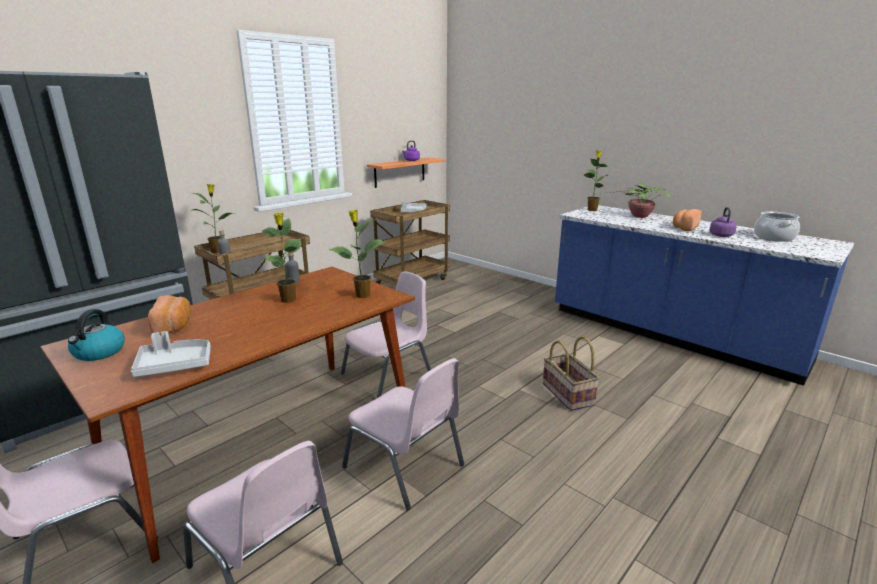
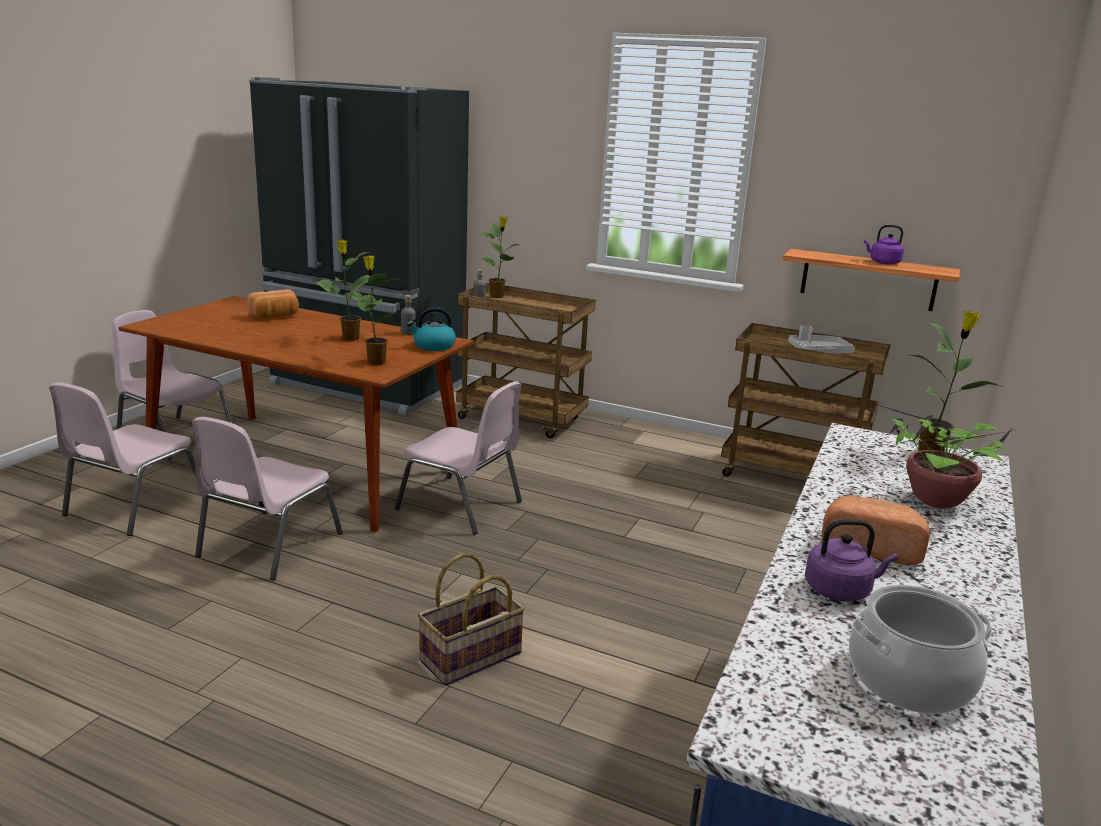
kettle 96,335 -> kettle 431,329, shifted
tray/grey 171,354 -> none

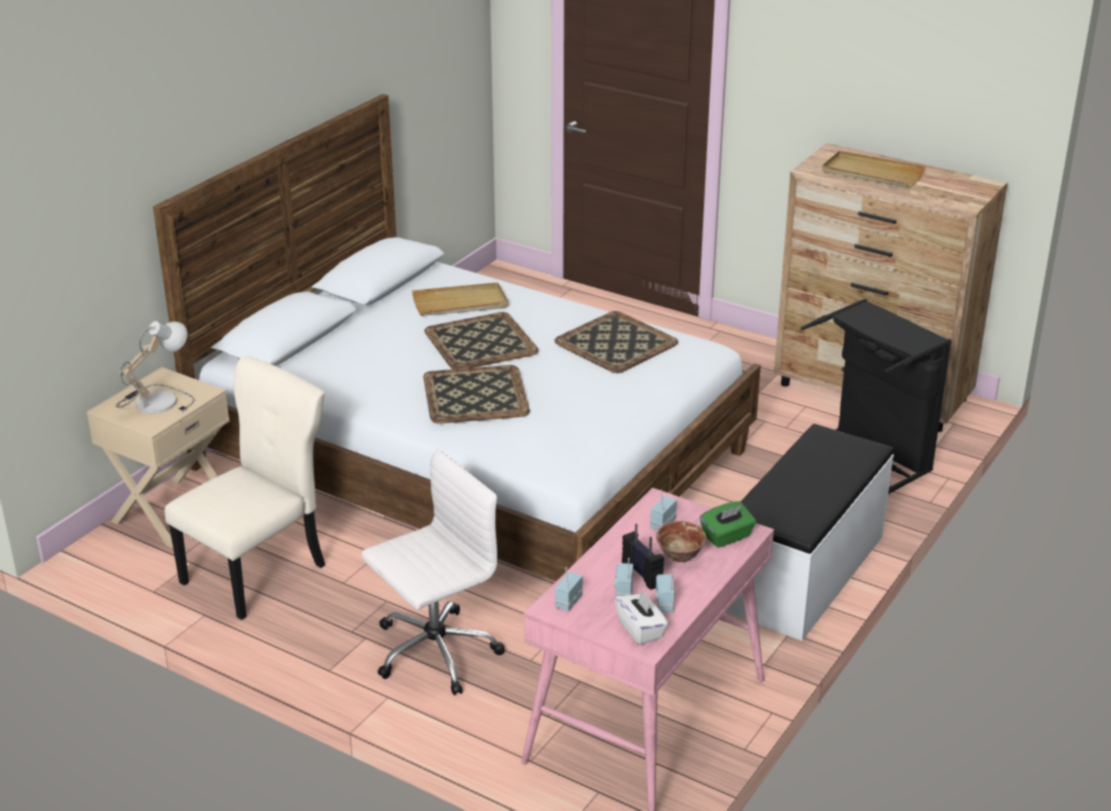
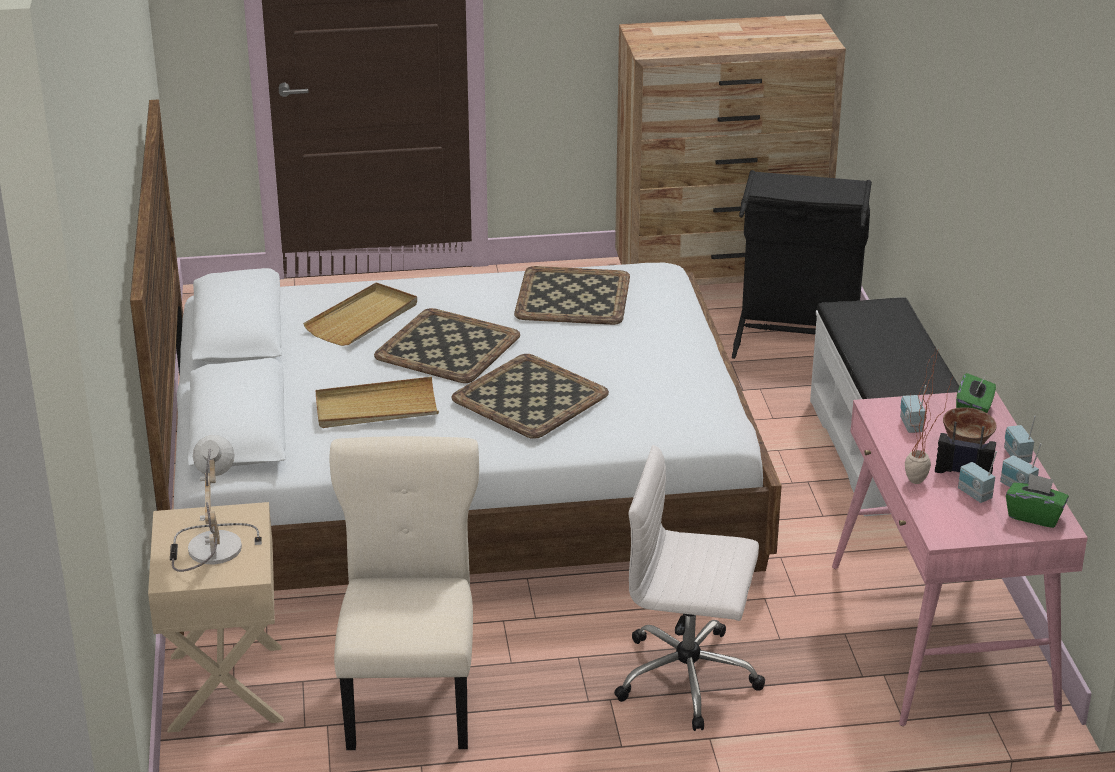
tray/beige 874,169 -> tray/beige 377,402, shifted
office chair/white 433,572 -> office chair/white 689,588, 90 degrees counterclockwise
radio 569,589 -> radio 1020,439, shifted
tissue box/white 641,617 -> tissue box/green 1037,500
none -> potted plant 929,415

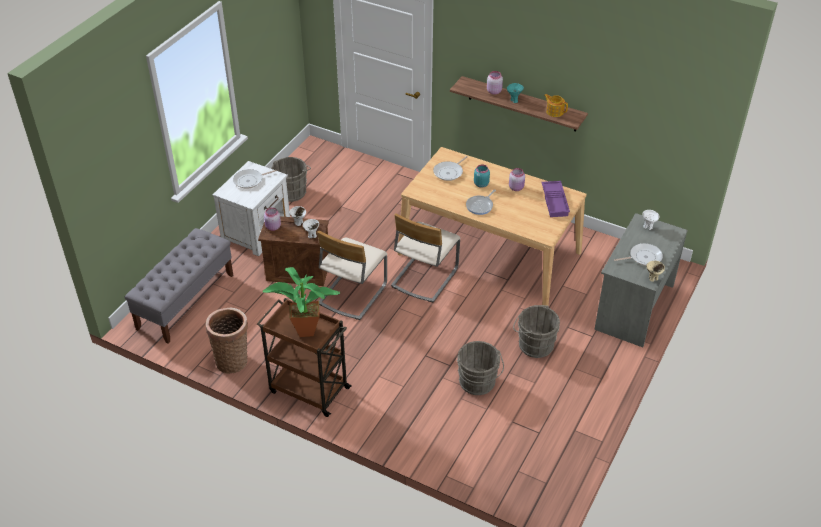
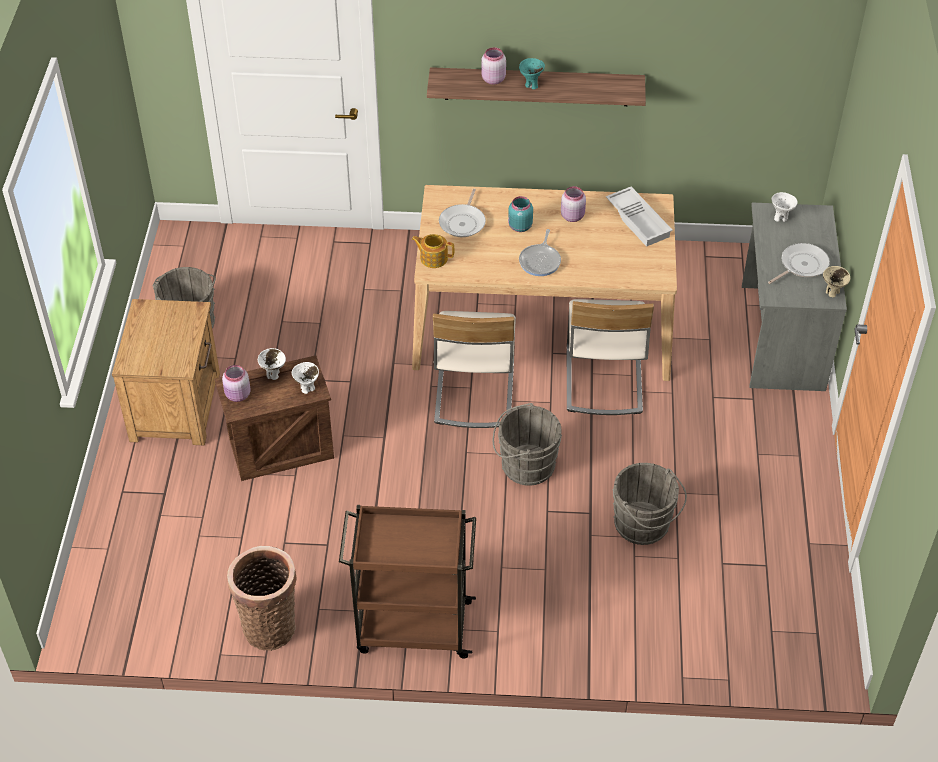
teapot 556,105 -> teapot 432,251, shifted
nightstand/white 251,208 -> nightstand/brown 166,372
frying pan 255,179 -> none
tray/purple 555,199 -> tray/white 639,217
bench/grey 179,286 -> none
chair/beige 352,275 -> chair/beige 610,357, shifted
potted plant 301,302 -> none
bucket/grey 536,331 -> bucket/grey 527,444, shifted

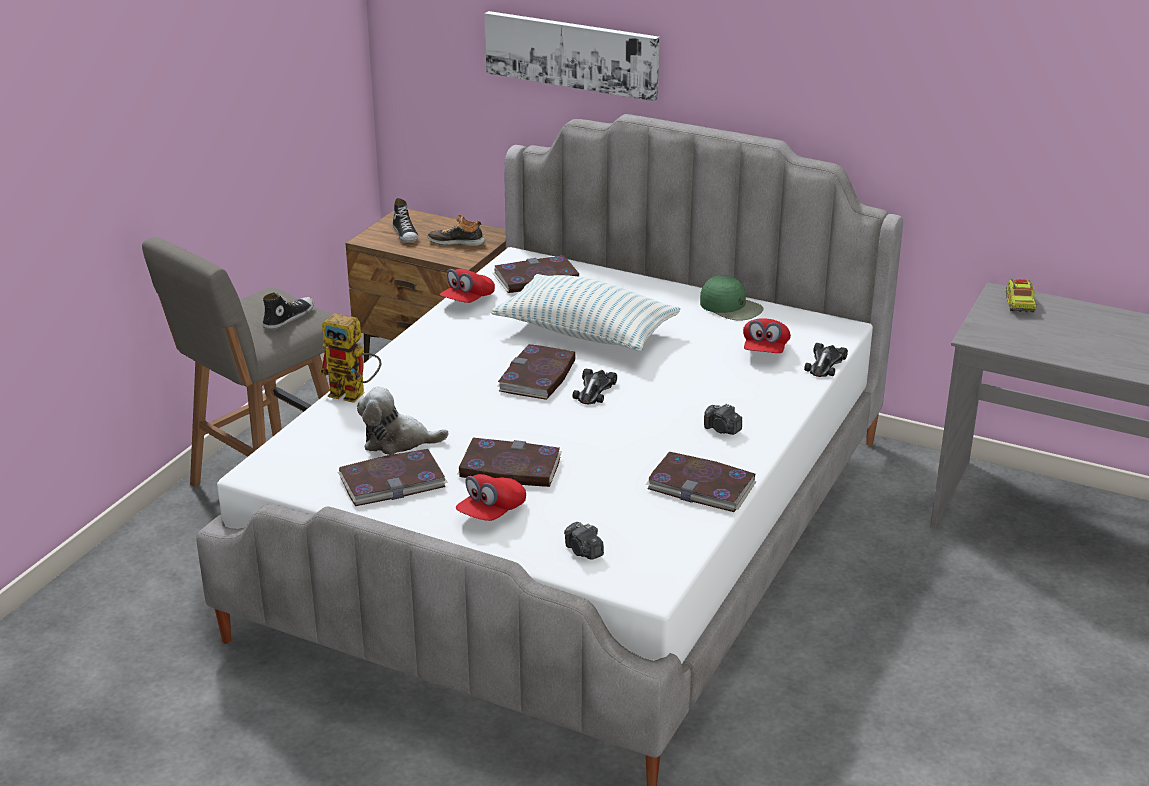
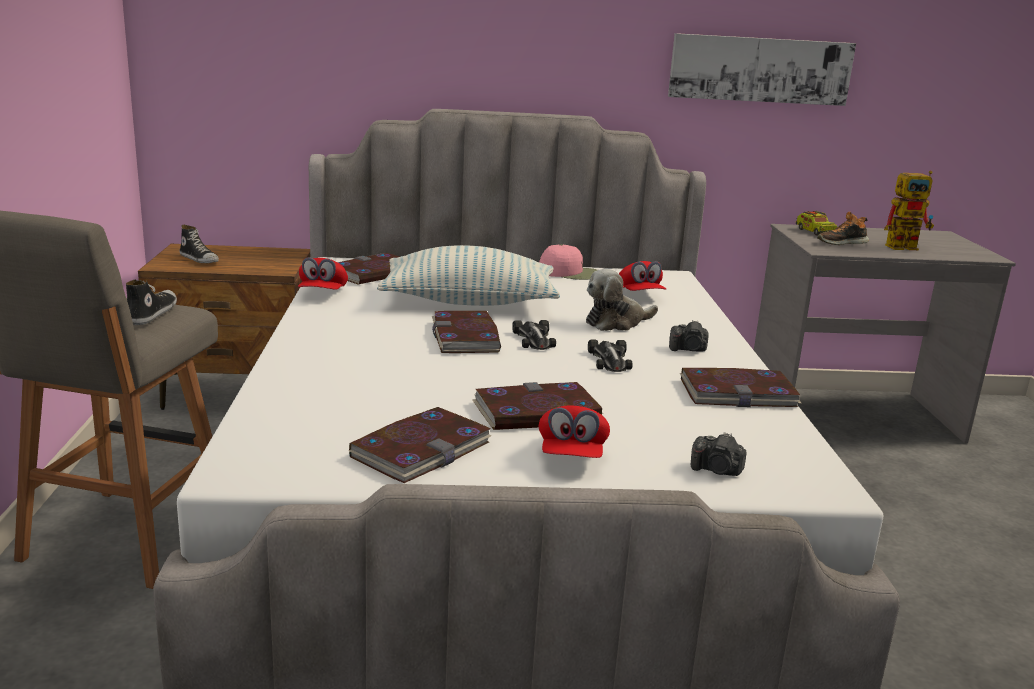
picture 572,56 -> picture 762,69, shifted
shoe 456,230 -> shoe 843,228, shifted
cap/green 732,298 -> cap/pink 568,262
toy robot 350,358 -> toy robot 909,210, shifted
toy car 826,360 -> toy car 610,356, shifted
plush toy 403,421 -> plush toy 622,300, shifted

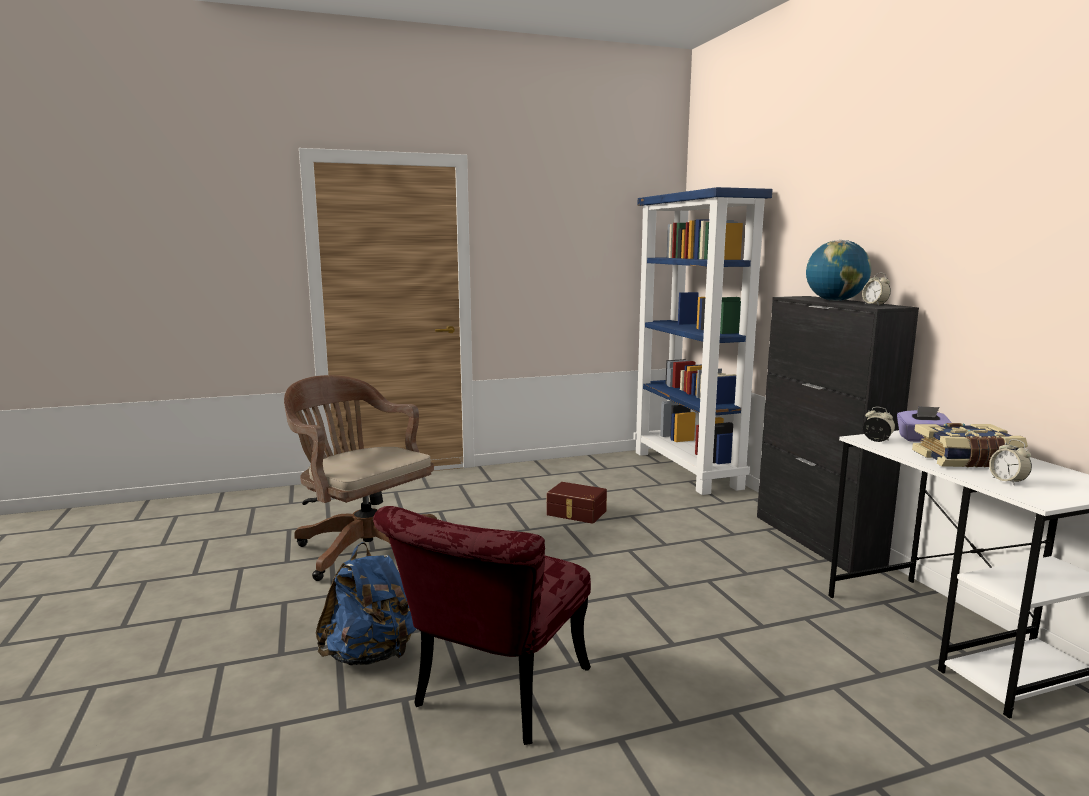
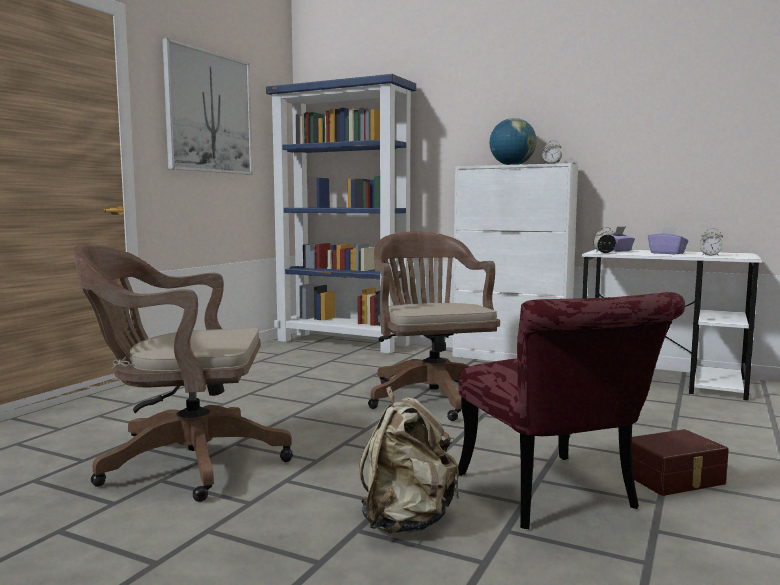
cabinet/black 838,434 -> cabinet/white 515,262
book 970,445 -> tissue box/purple 668,240
storage box/brown 577,503 -> storage box/brown 680,462, shifted
backpack/blue 366,604 -> backpack/beige 409,459
none -> picture 207,106
none -> office chair/brown 434,326

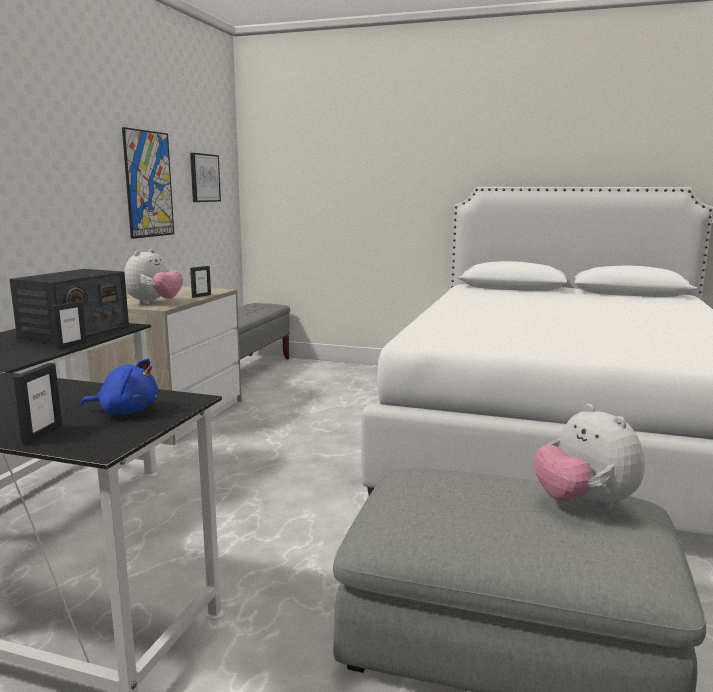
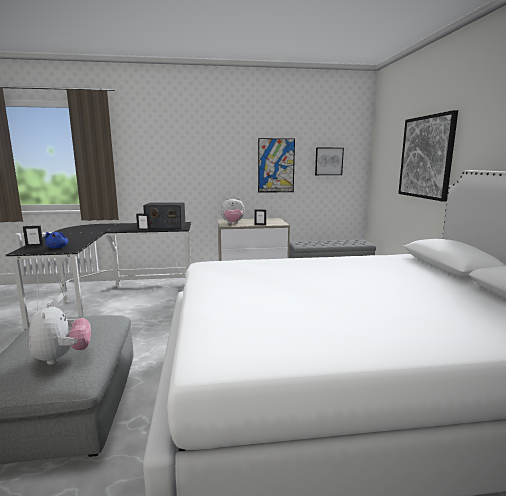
plush toy 589,456 -> plush toy 60,334, 120 degrees clockwise
none -> picture 428,156

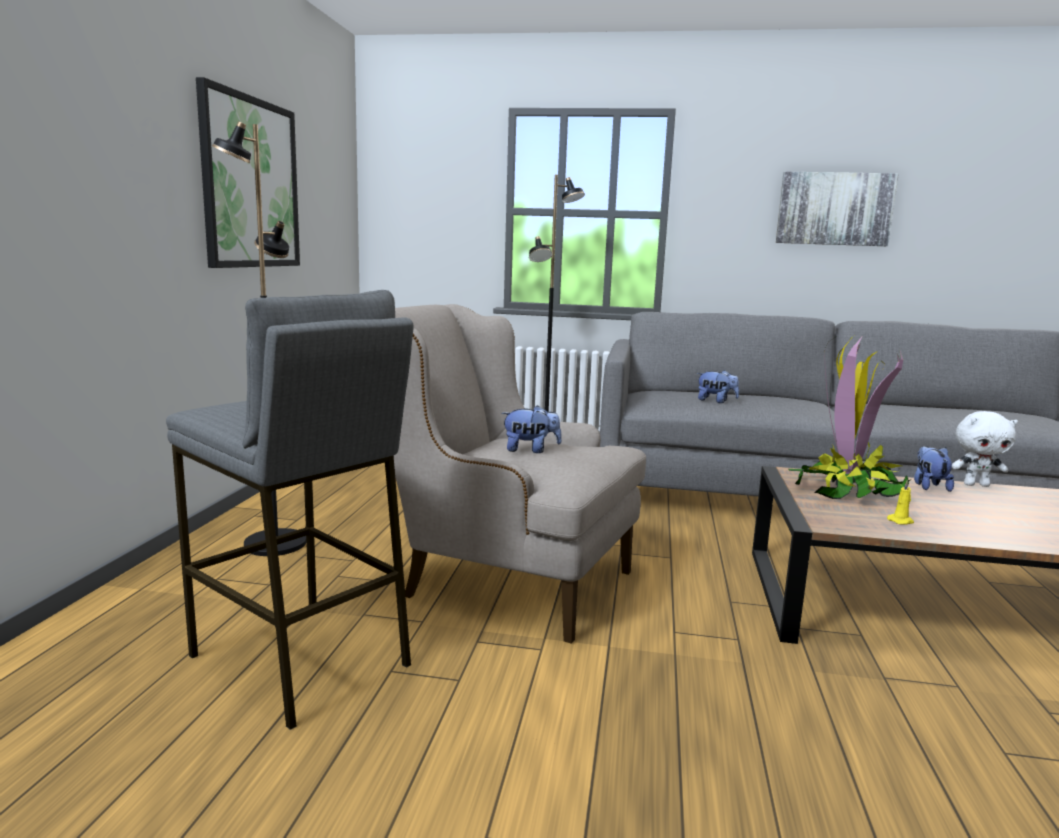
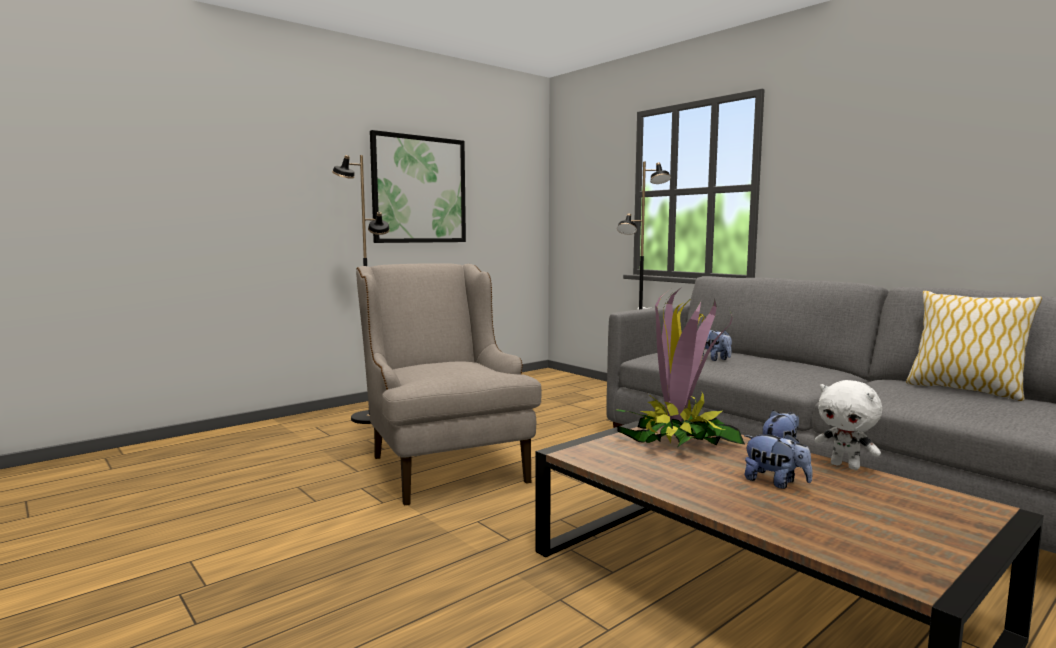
picture 837,209 -> none
stool/grey 289,510 -> none
plush toy 531,429 -> plush toy 779,461, shifted
candle/yellow 900,502 -> none
none -> pillow 974,346

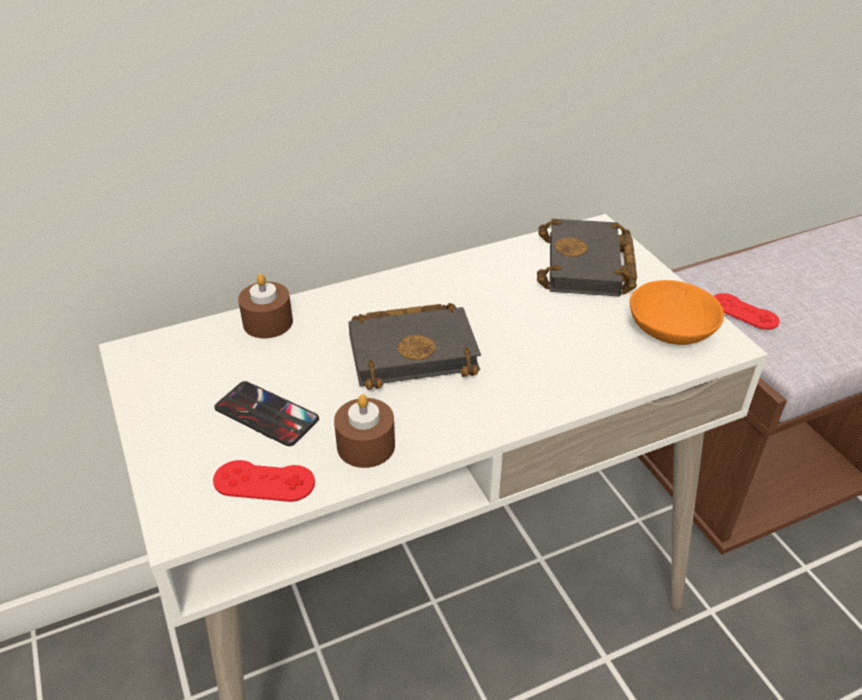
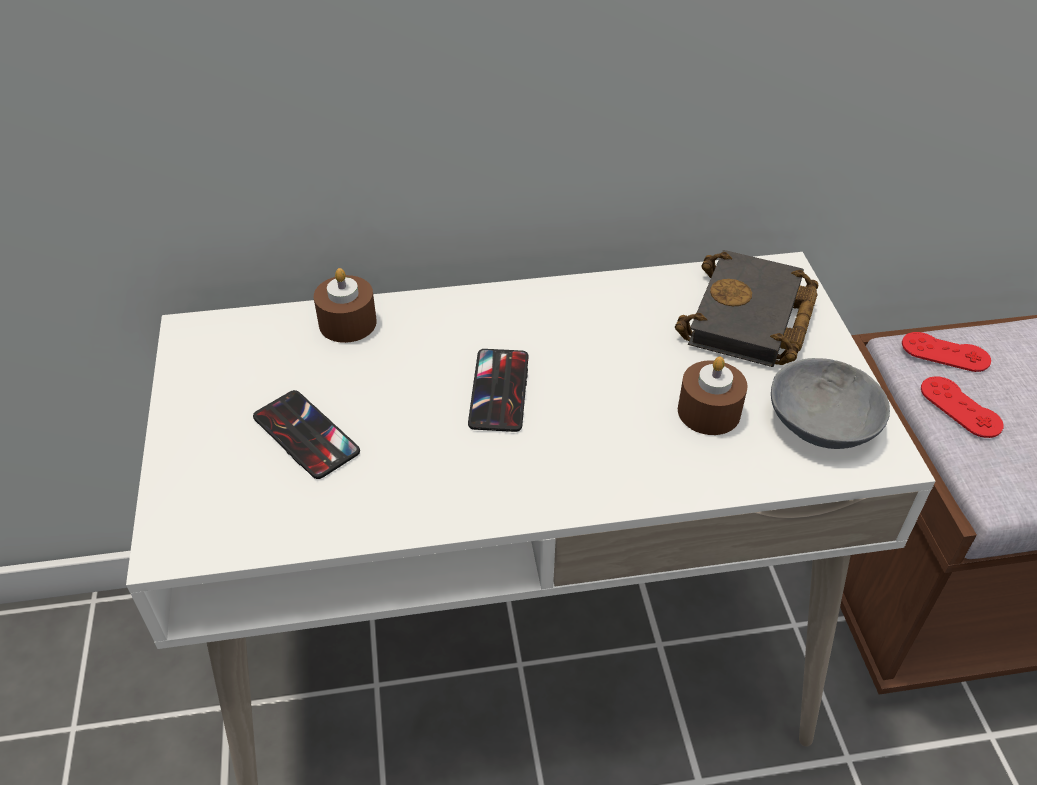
bowl/orange 677,312 -> bowl/grey 830,403
book/black 415,346 -> phone 498,390
candle/brown 364,431 -> candle/brown 713,396, shifted
game controller/red 264,481 -> game controller/red 946,352, shifted

